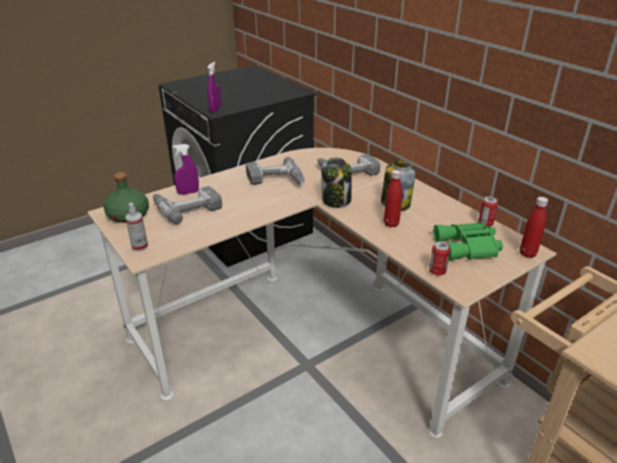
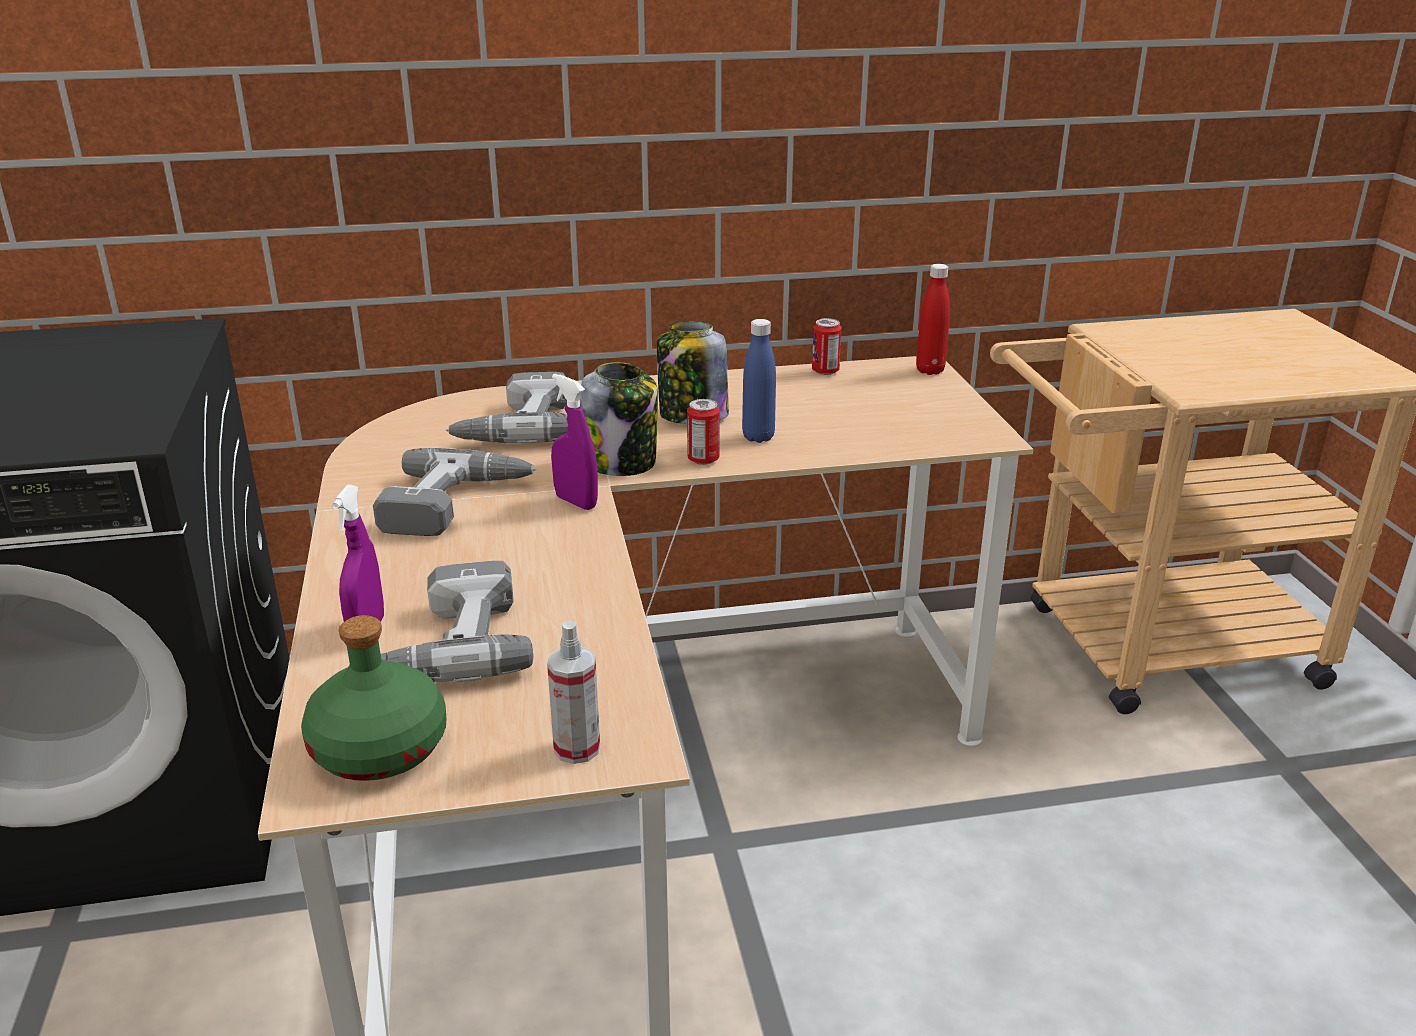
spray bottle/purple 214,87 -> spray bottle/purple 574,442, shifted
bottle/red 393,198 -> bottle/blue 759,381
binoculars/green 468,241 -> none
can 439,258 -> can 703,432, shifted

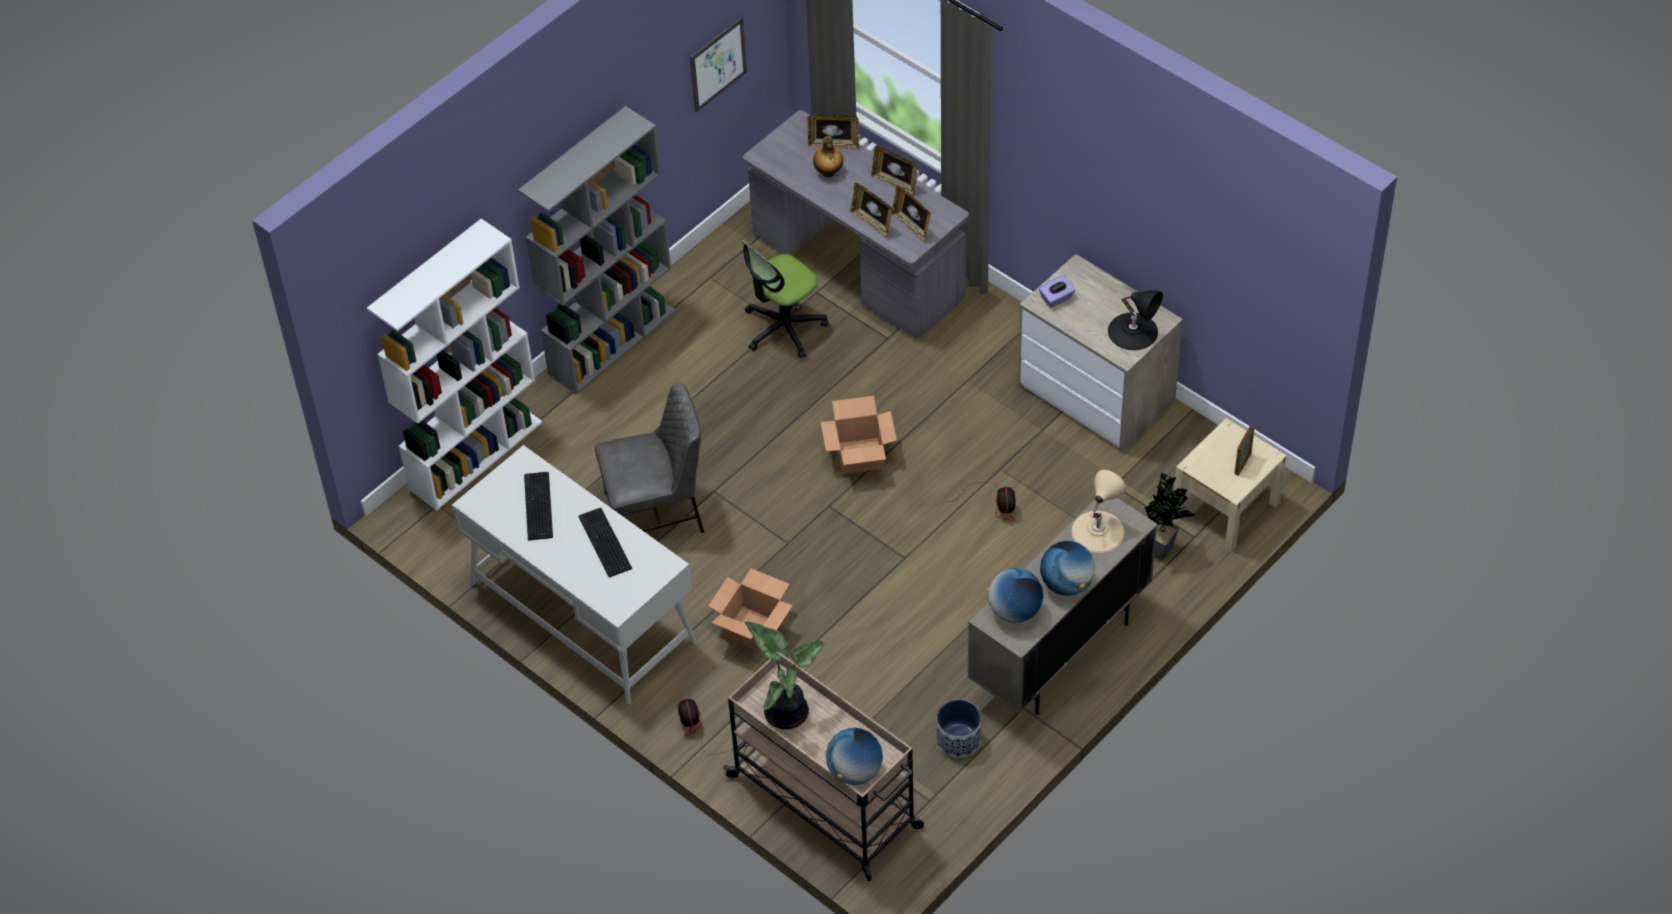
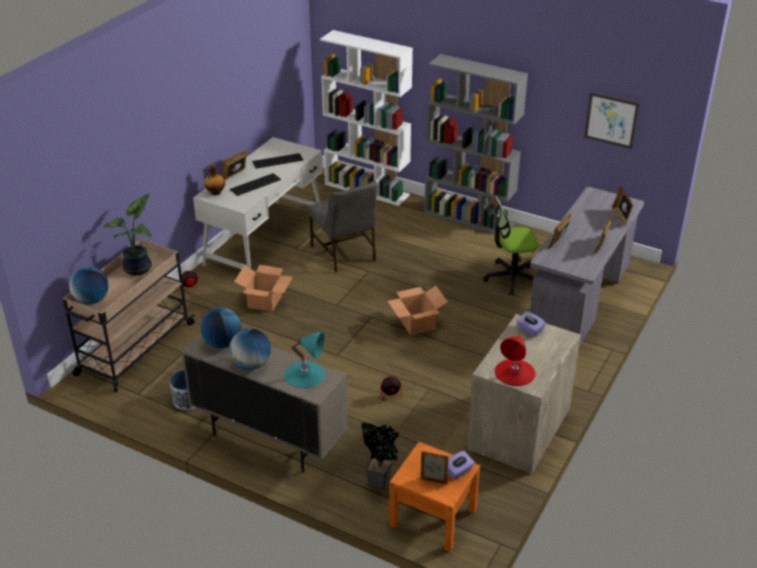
bottle 828,156 -> bottle 214,179, shifted
picture frame 911,214 -> picture frame 234,164, shifted
office chair 784,299 -> office chair 511,246, 45 degrees counterclockwise
table lamp/black 1135,320 -> table lamp/red 515,361
nightstand/beige 1230,485 -> nightstand/orange 434,497
table lamp/beige 1098,511 -> table lamp/turquoise 304,360
none -> tissue box/purple 461,465

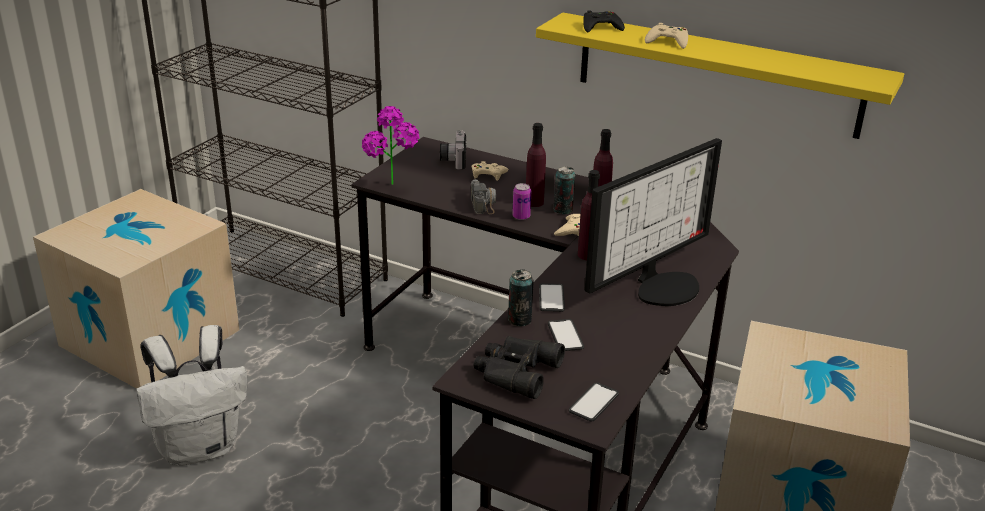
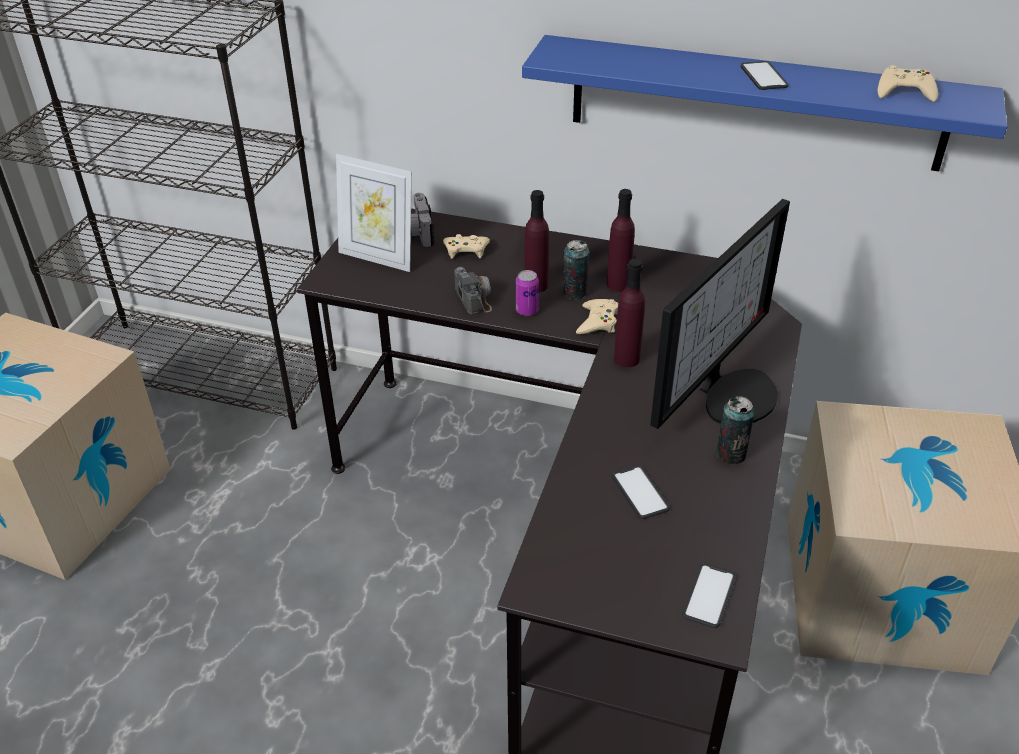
game controller/black 604,21 -> none
shelf/yellow 720,75 -> shelf/blue 764,103
game controller/beige 666,36 -> game controller/beige 907,83, shifted
potted plant 390,145 -> none
can 521,298 -> can 735,430, shifted
phone 552,297 -> phone 764,75, shifted
backpack/white 192,395 -> none
binoculars/black 519,367 -> none
none -> picture frame 374,213

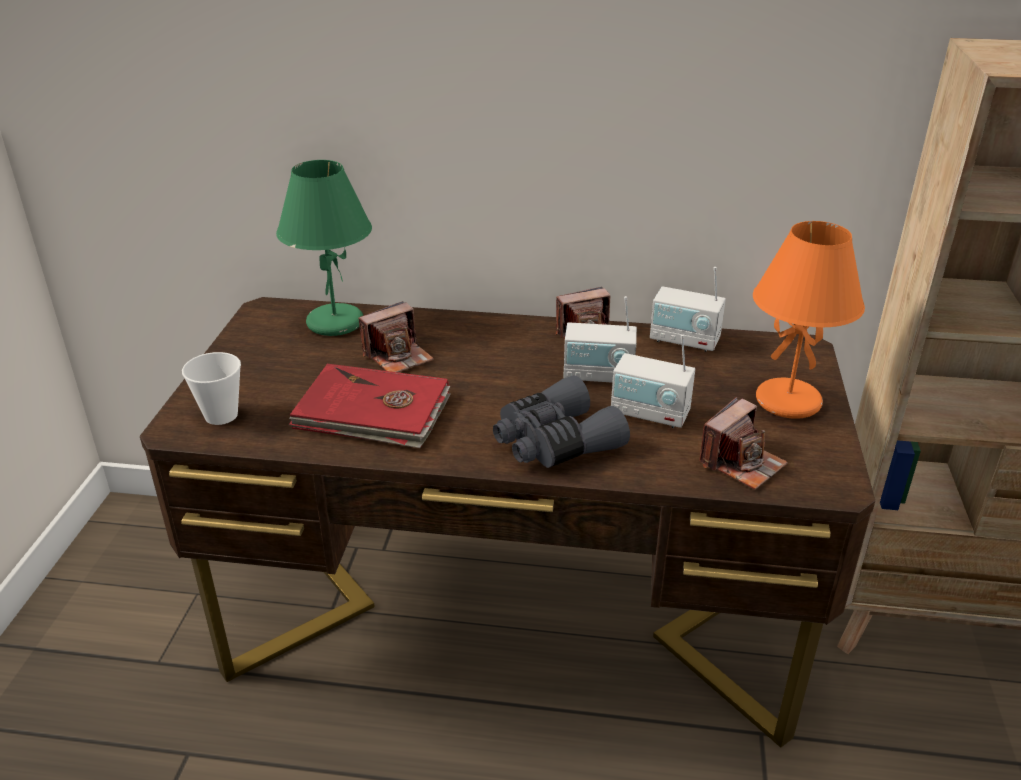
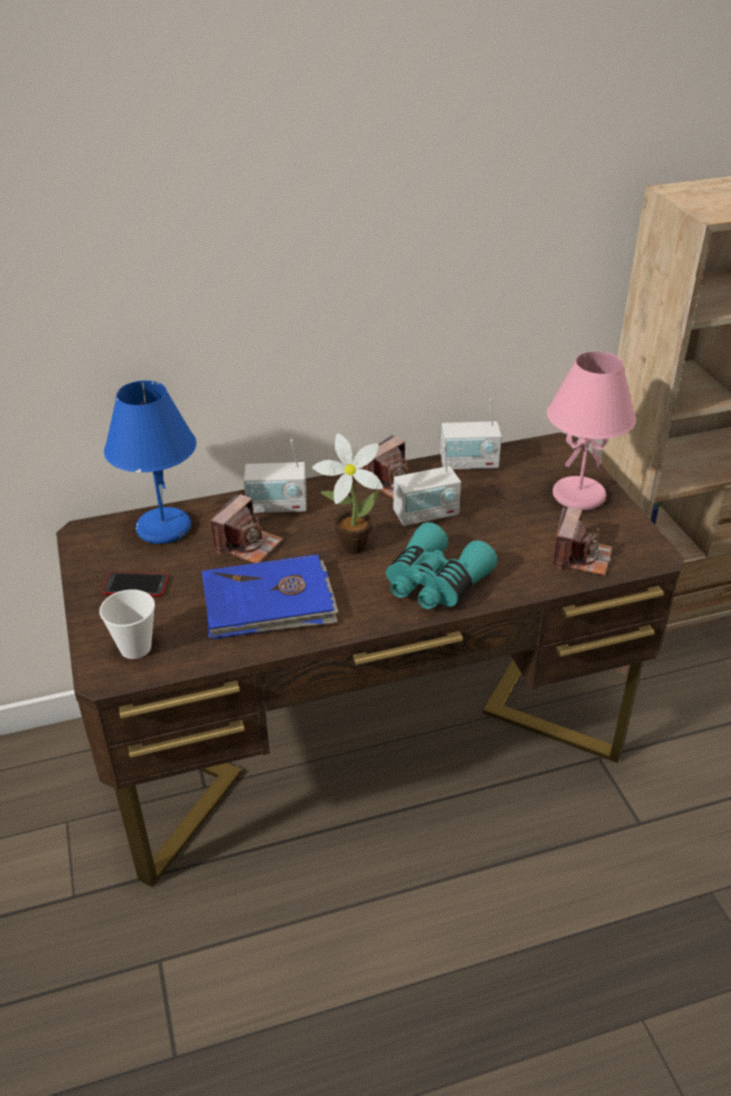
table lamp/green 324,248 -> table lamp/blue 150,462
table lamp/orange 809,320 -> table lamp/pink 591,430
radio 653,381 -> radio 275,477, shifted
book/red 370,406 -> book/blue 270,597
binoculars/grey 561,421 -> binoculars/turquoise 442,565
none -> potted plant 347,493
none -> phone 135,584

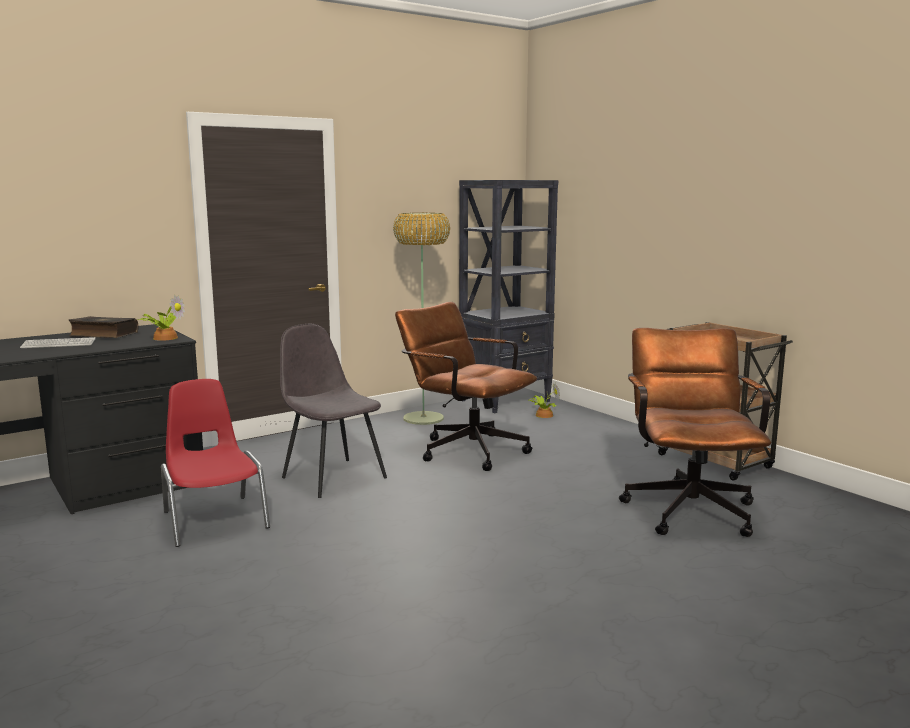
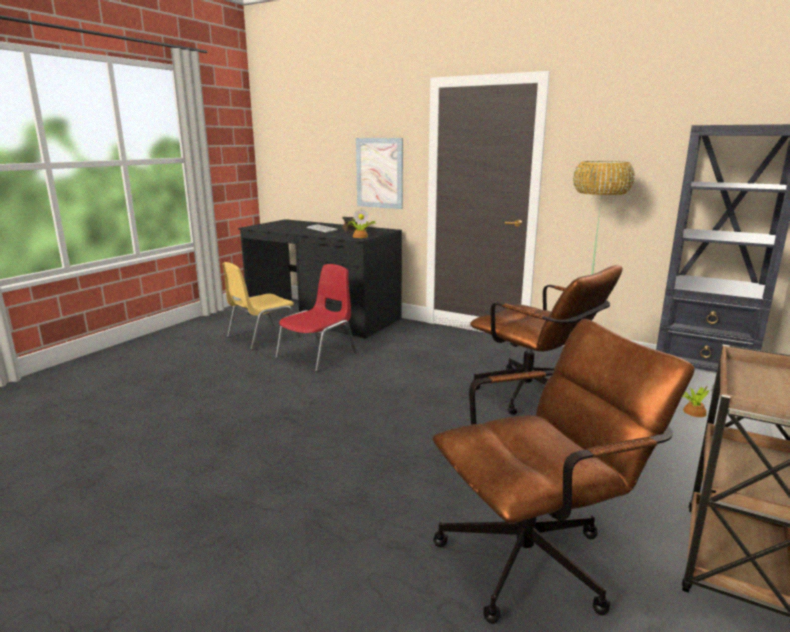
office chair/brown 466,386 -> office chair/brown 546,340, 120 degrees clockwise
chair/grey 333,411 -> none
none -> picture 379,173
none -> chair/yellow 261,306

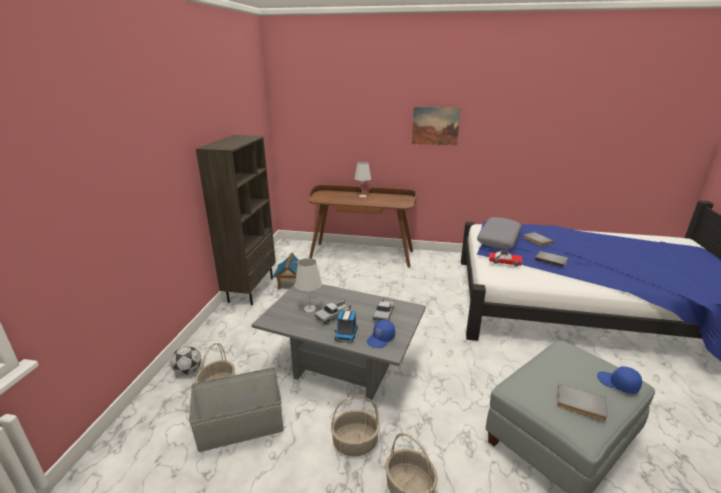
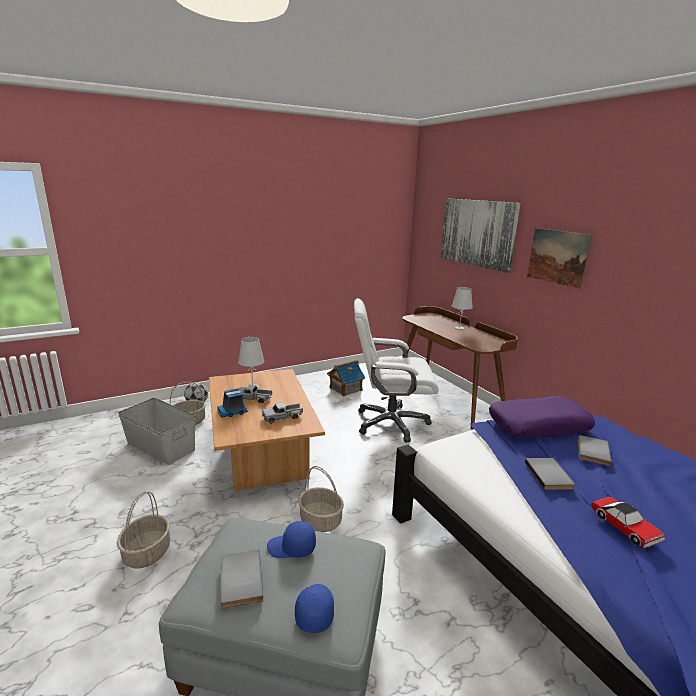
bookcase/brown 236,220 -> none
pillow/grey 499,233 -> pillow/purple 542,417
toy car 506,258 -> toy car 628,522, shifted
coffee table/grey 339,343 -> coffee table/brown 267,430
cap/blue 381,334 -> cap/blue 291,539, shifted
basket 355,426 -> basket 321,499, shifted
none -> picture 480,236
none -> office chair/white 396,370

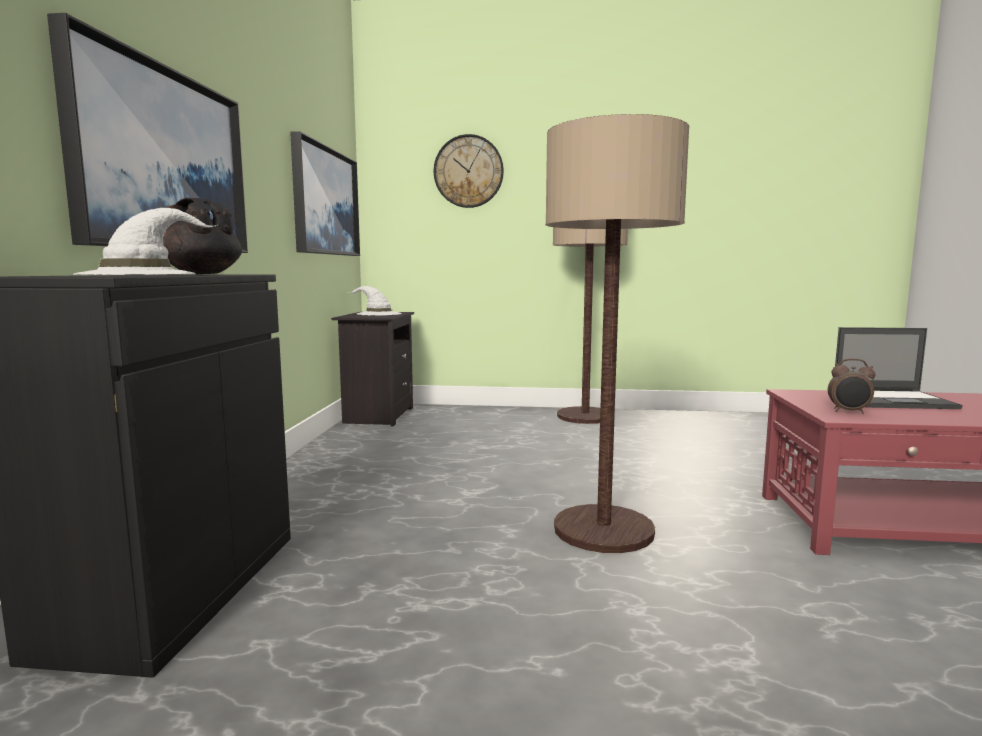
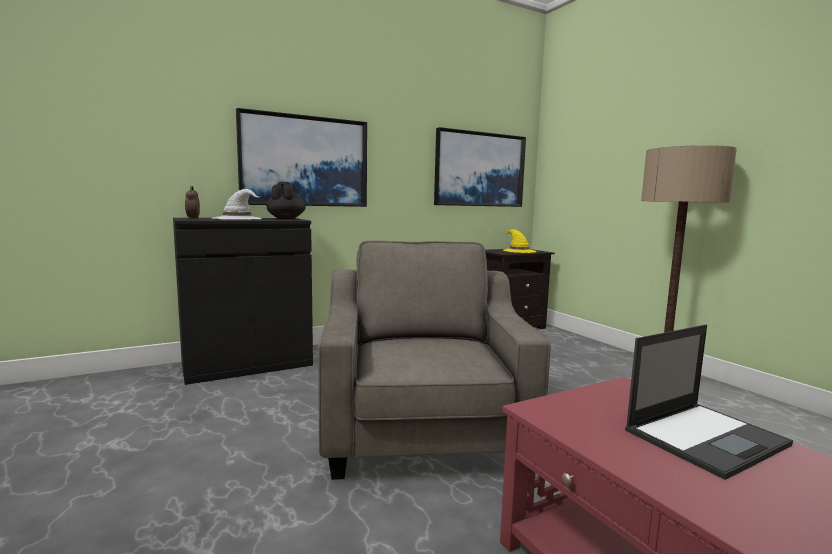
floor lamp 617,333 -> armchair/grey 434,360
wall clock 469,171 -> none
hat/white 374,300 -> hat/yellow 520,241
laptop 899,368 -> laptop 709,402, 90 degrees counterclockwise
alarm clock 852,386 -> alarm clock 192,203, shifted

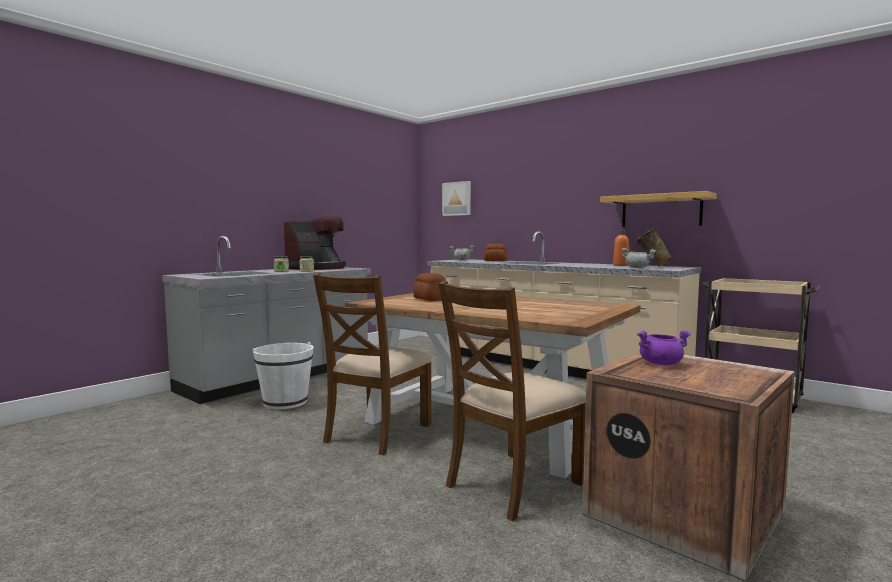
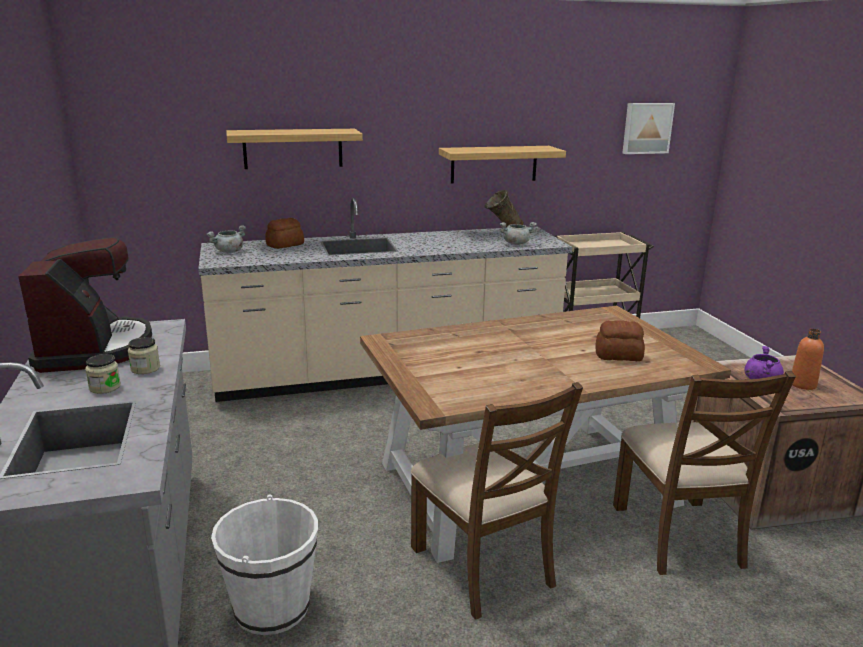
picture 456,198 -> picture 648,128, shifted
bottle/orange 621,248 -> bottle/orange 808,359, shifted
bread 429,287 -> bread 620,340, shifted
none -> shelf 294,149

